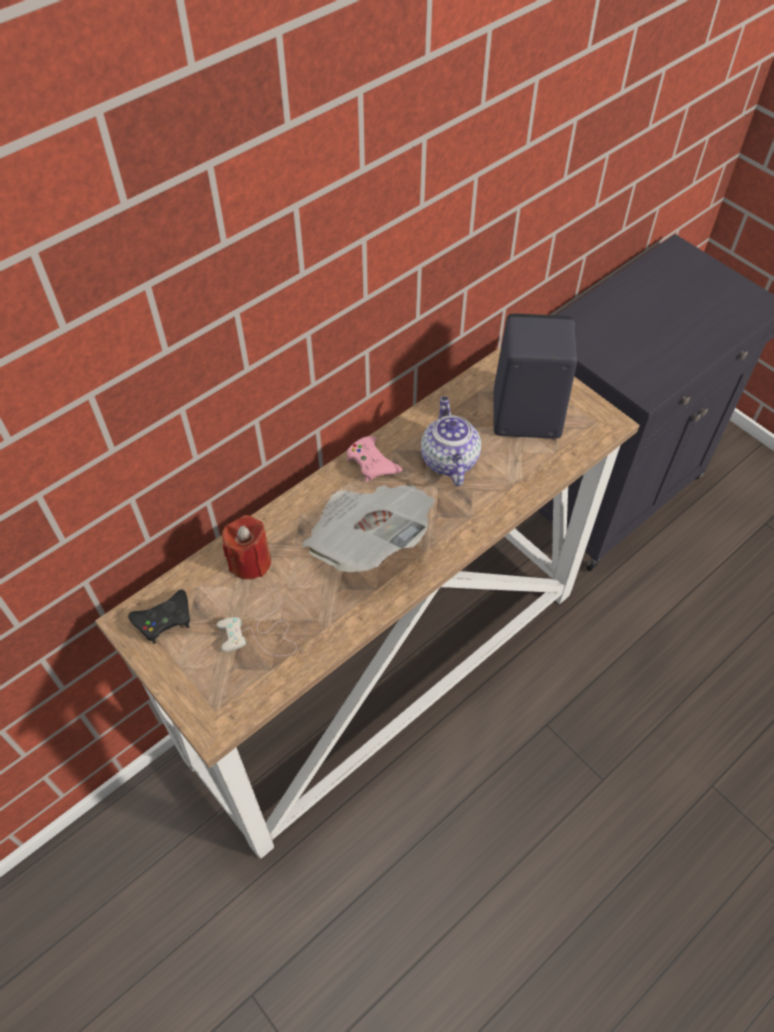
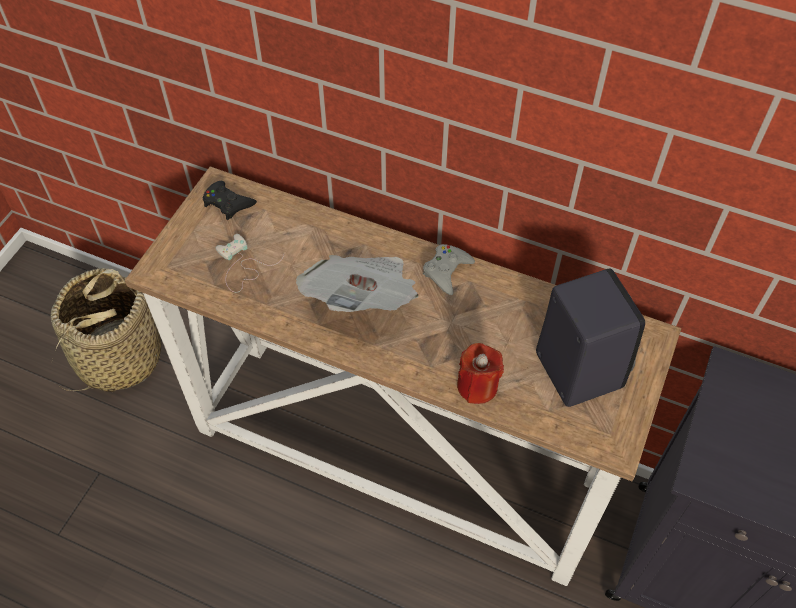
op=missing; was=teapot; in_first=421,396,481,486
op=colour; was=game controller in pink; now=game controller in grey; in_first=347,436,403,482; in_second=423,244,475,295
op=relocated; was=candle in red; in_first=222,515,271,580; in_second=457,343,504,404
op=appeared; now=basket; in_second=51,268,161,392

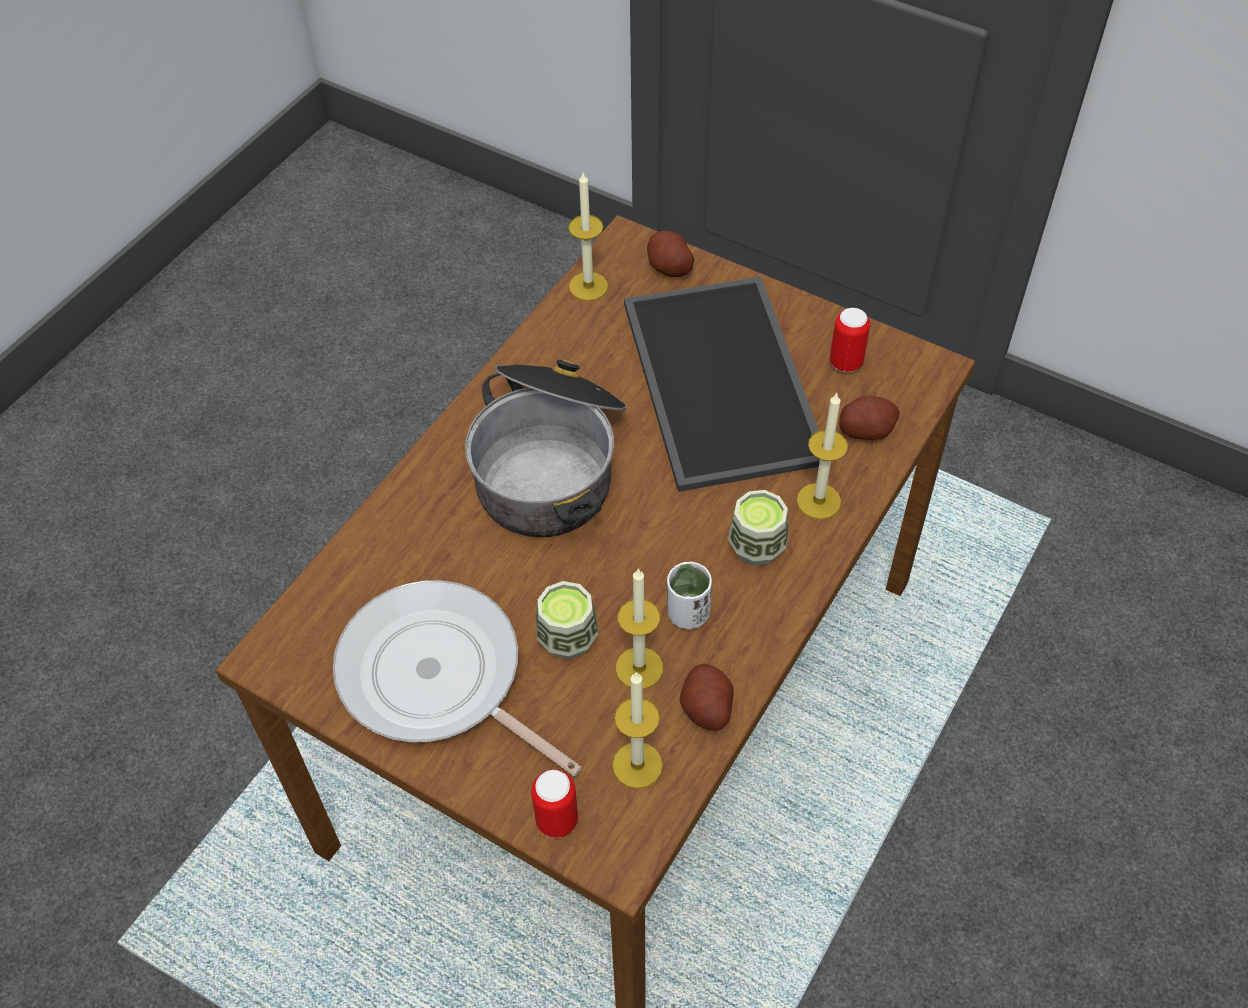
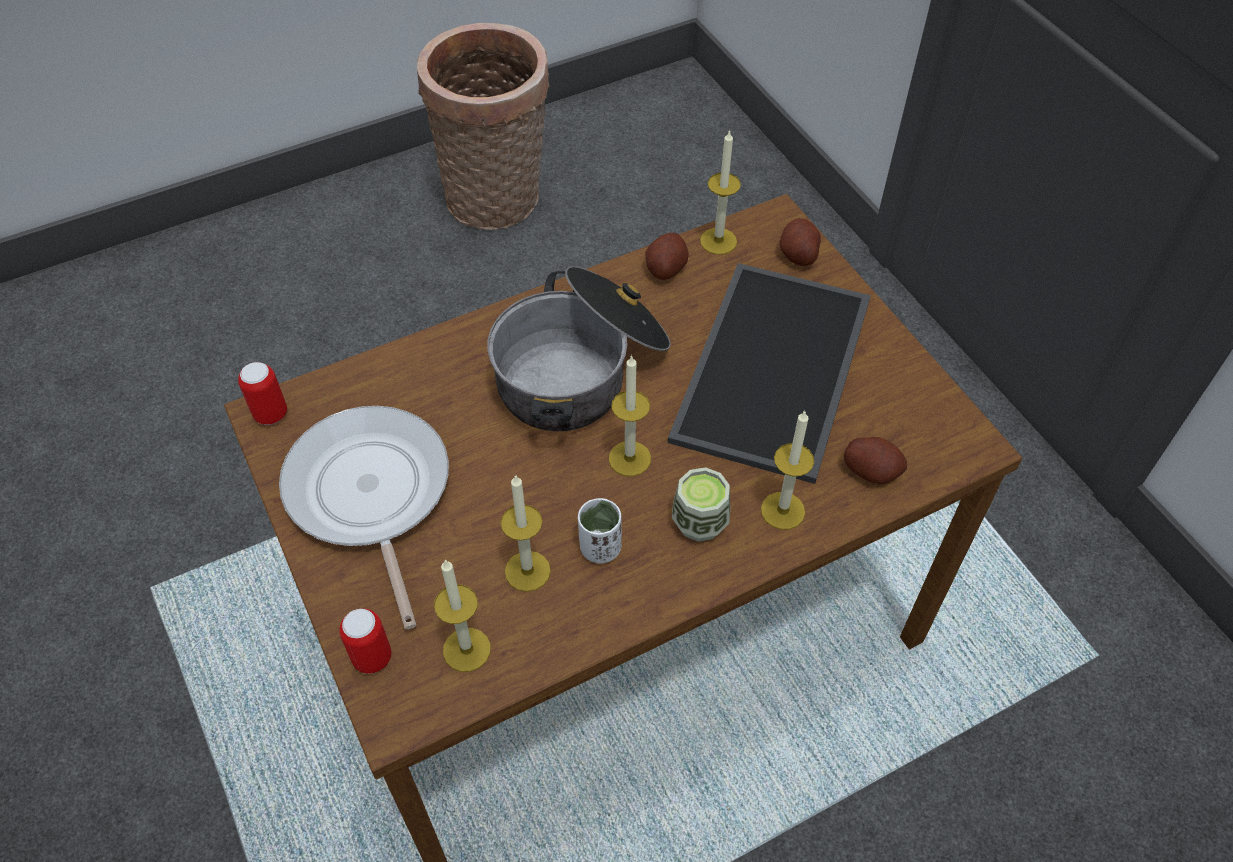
op=relocated; was=can; in_first=830,308,870,373; in_second=238,362,287,425
op=missing; was=cup; in_first=536,581,598,659
op=relocated; was=potato; in_first=680,664,734,731; in_second=645,233,689,280
op=appeared; now=basket; in_second=417,23,550,230
op=appeared; now=candle; in_second=609,355,651,476

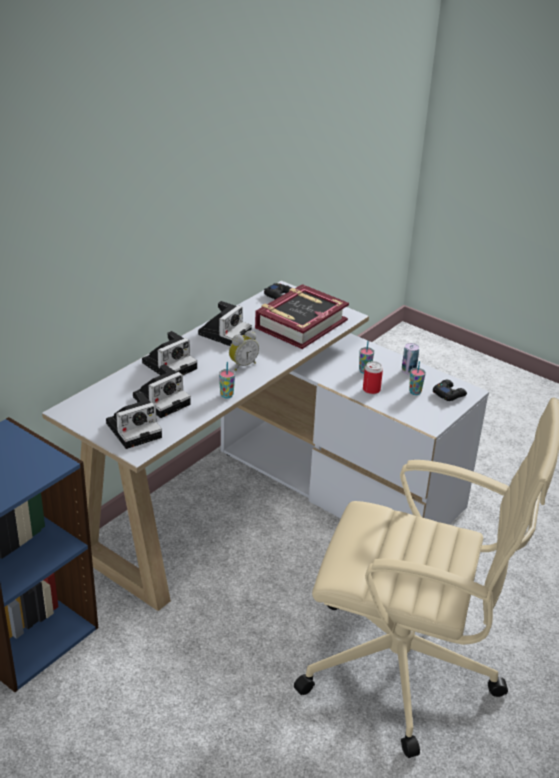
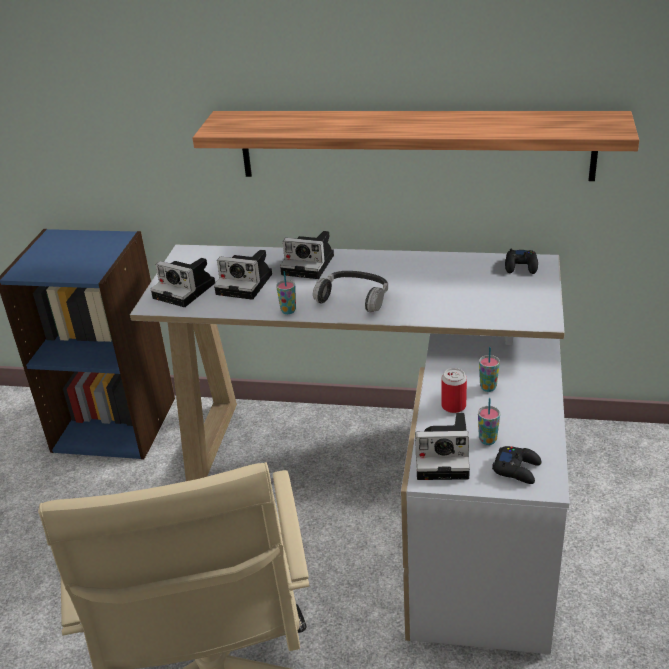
op=missing; was=book; in_first=255,284,349,349
op=relocated; was=photo camera; in_first=198,301,252,346; in_second=415,413,470,480
op=exchanged; was=alarm clock; now=headphones; in_first=229,330,259,371; in_second=313,271,388,313
op=missing; was=can; in_first=402,343,419,375
op=appeared; now=shelf; in_second=193,111,639,181

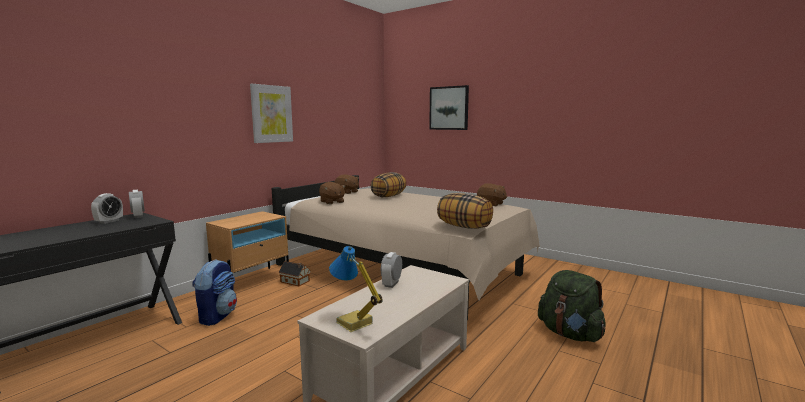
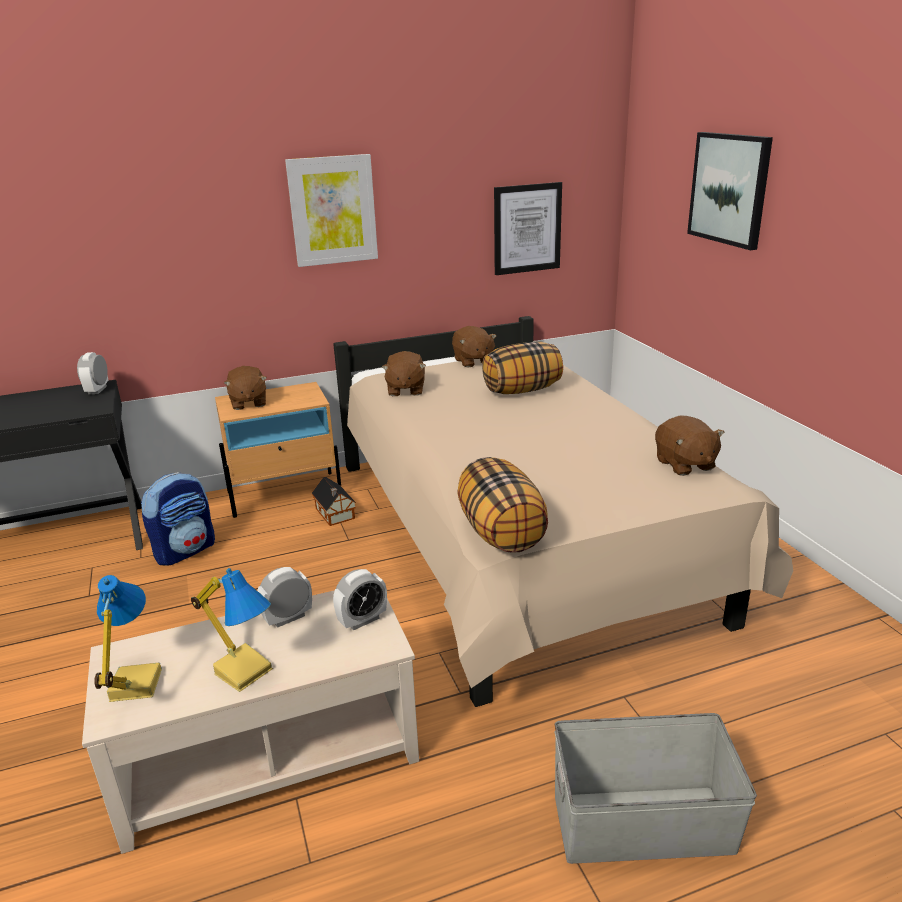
op=relocated; was=alarm clock; in_first=91,193,123,224; in_second=333,569,387,631
op=exchanged; was=backpack in green; now=storage box in grey; in_first=538,270,606,342; in_second=555,713,757,864
op=appeared; now=picture; in_second=494,182,562,275
op=appeared; now=plush toy in brown; in_second=224,366,267,410
op=appeared; now=table lamp; in_second=191,568,273,692

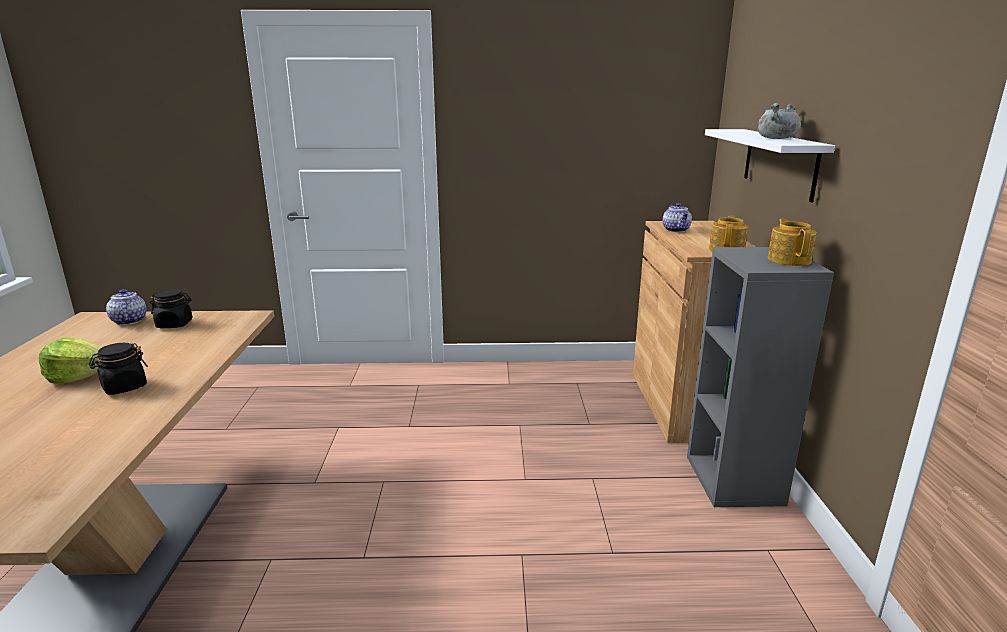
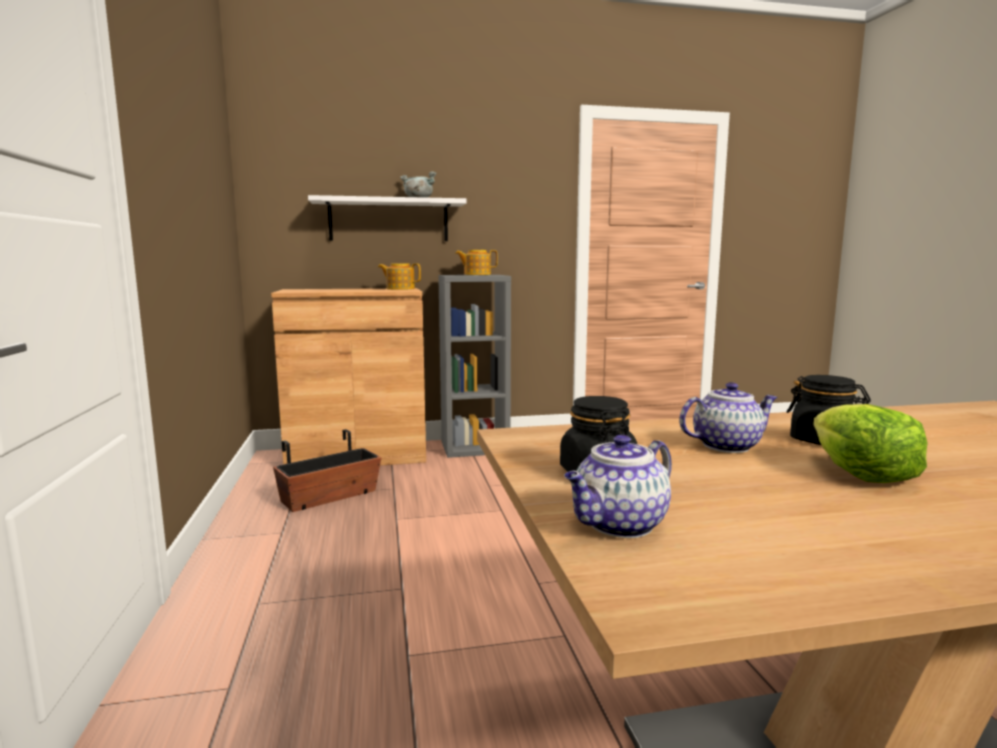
op=relocated; was=teapot; in_first=663,203,692,232; in_second=679,382,777,453
op=appeared; now=planter; in_second=273,429,381,512

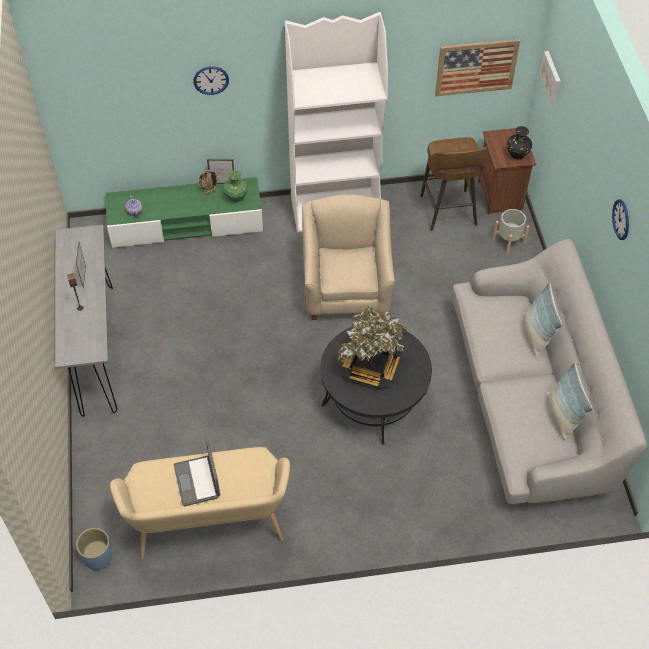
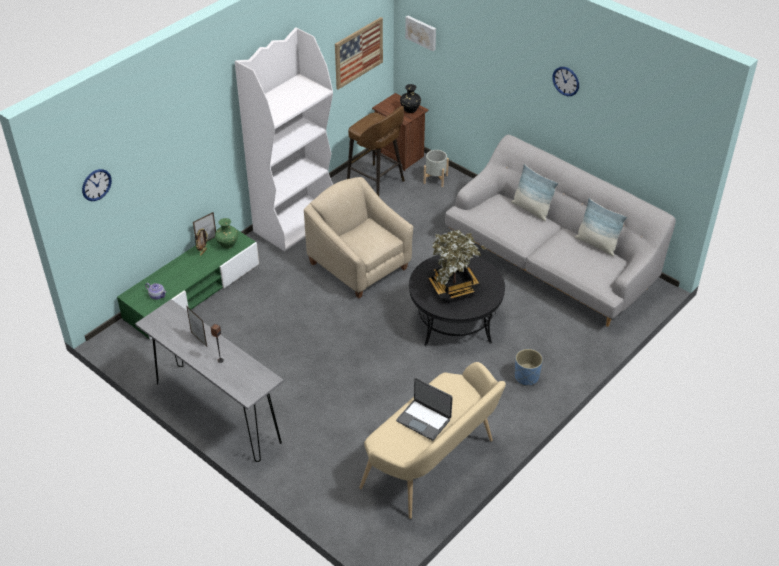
op=relocated; was=wall clock; in_first=193,66,229,95; in_second=82,169,112,201
op=relocated; was=planter in blue; in_first=76,528,113,570; in_second=515,349,543,386

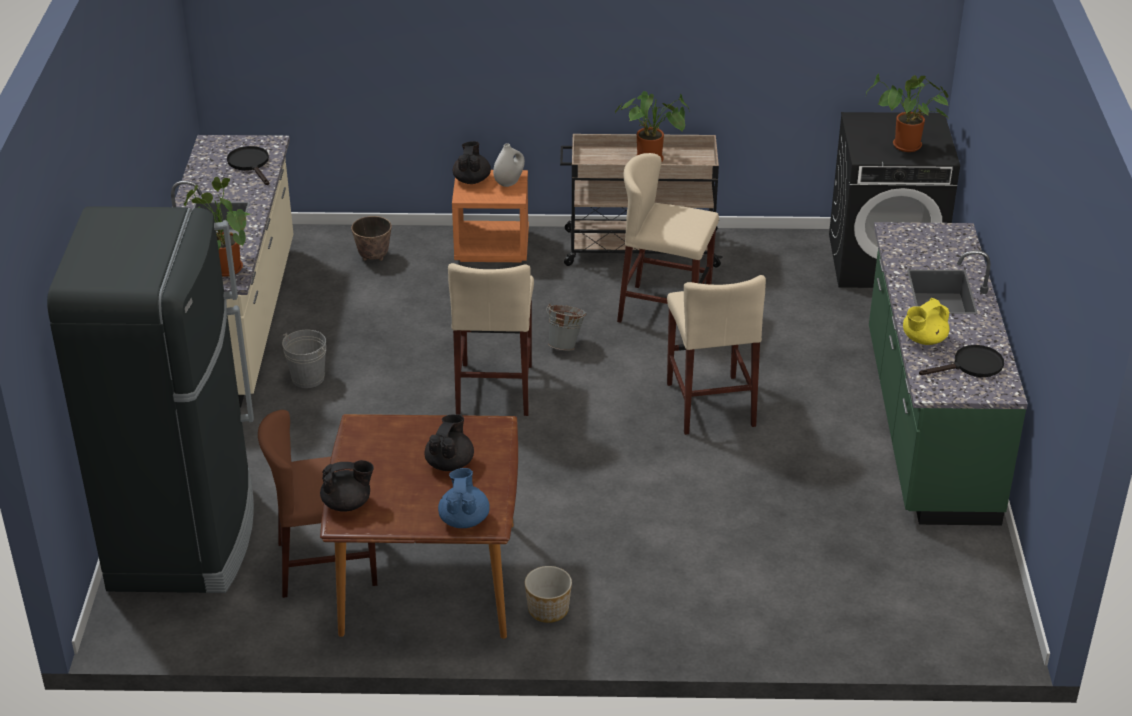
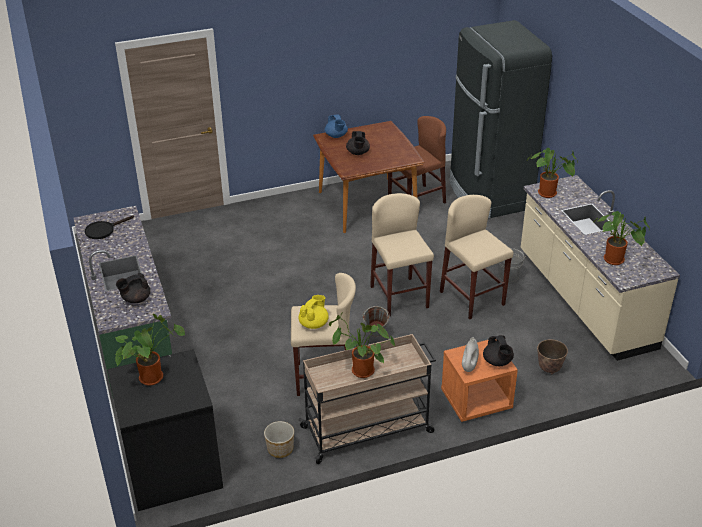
op=exchanged; was=frying pan in black; now=potted plant; in_first=227,146,269,185; in_second=593,211,650,265
op=relocated; was=stool in beige; in_first=667,275,766,435; in_second=440,195,513,319
op=relocated; was=teapot in yellow; in_first=903,298,950,345; in_second=299,295,329,329
op=relocated; was=teapot in black; in_first=320,460,374,512; in_second=116,273,150,303
op=relocated; was=planter; in_first=525,566,572,623; in_second=264,421,294,458

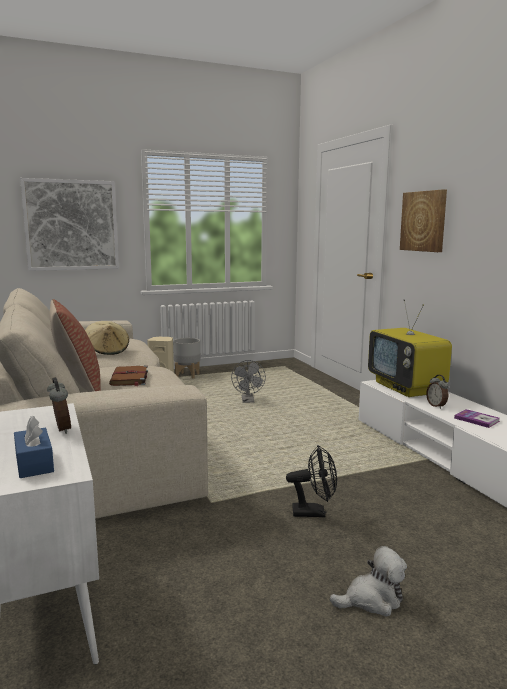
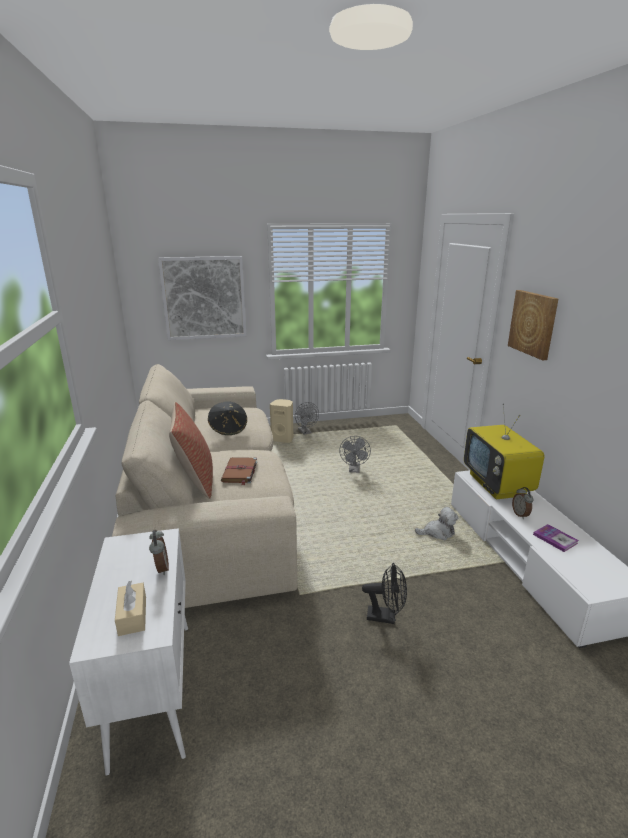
op=colour; was=hat in beige; now=hat in black; in_first=85,321,129,355; in_second=208,401,247,435
op=exchanged; was=planter in grey; now=fan in grey; in_first=173,338,200,378; in_second=295,402,319,435
op=colour; was=tissue box in blue; now=tissue box in beige; in_first=14,416,54,478; in_second=115,581,146,636
op=relocated; was=plush toy; in_first=330,546,407,617; in_second=415,507,458,540

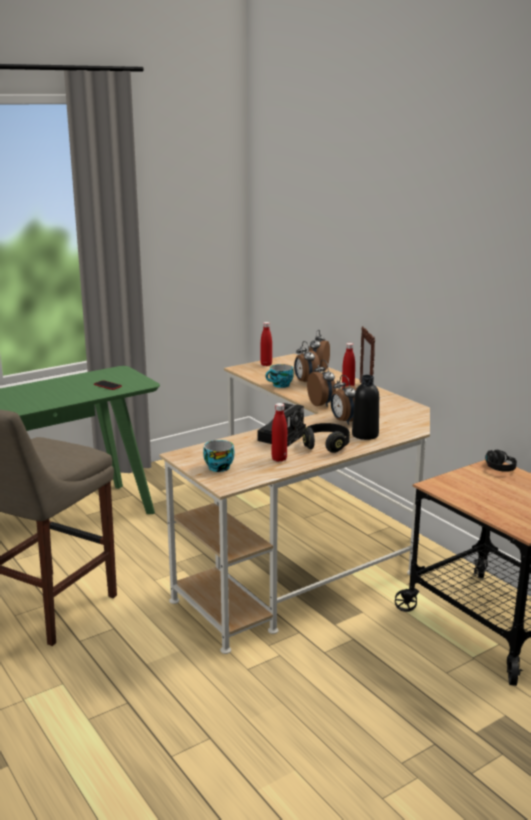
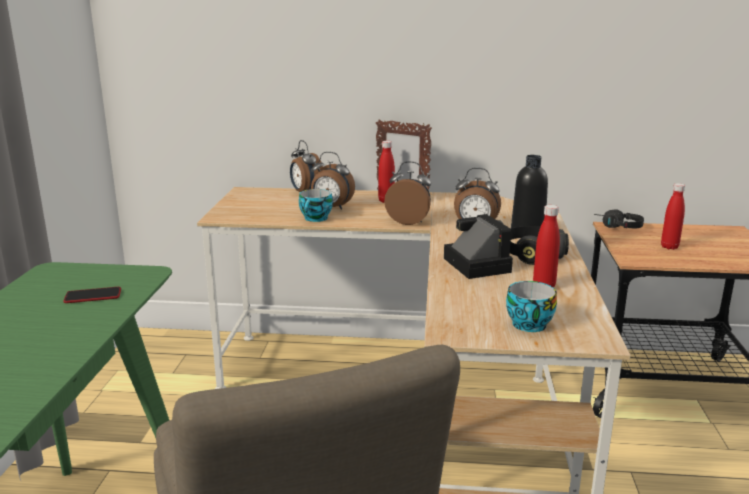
op=relocated; was=bottle in red; in_first=261,322,272,366; in_second=661,183,685,250

